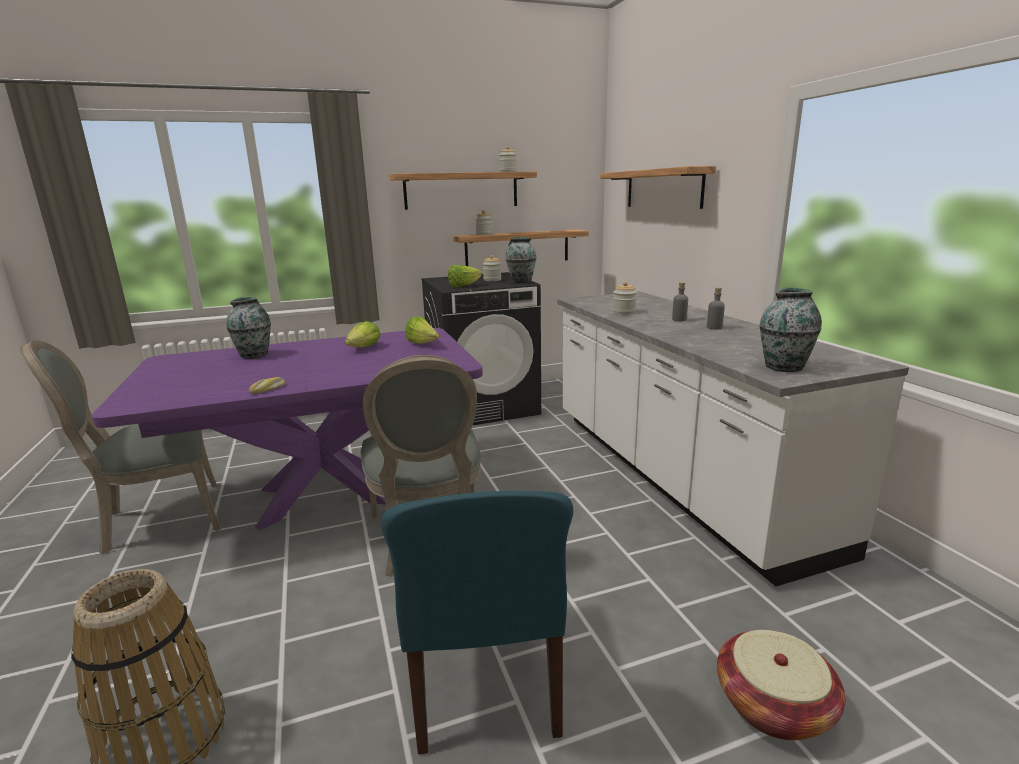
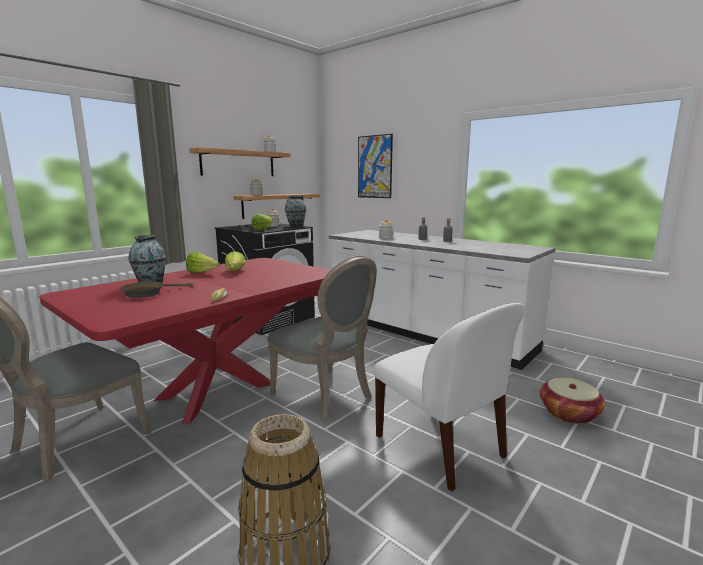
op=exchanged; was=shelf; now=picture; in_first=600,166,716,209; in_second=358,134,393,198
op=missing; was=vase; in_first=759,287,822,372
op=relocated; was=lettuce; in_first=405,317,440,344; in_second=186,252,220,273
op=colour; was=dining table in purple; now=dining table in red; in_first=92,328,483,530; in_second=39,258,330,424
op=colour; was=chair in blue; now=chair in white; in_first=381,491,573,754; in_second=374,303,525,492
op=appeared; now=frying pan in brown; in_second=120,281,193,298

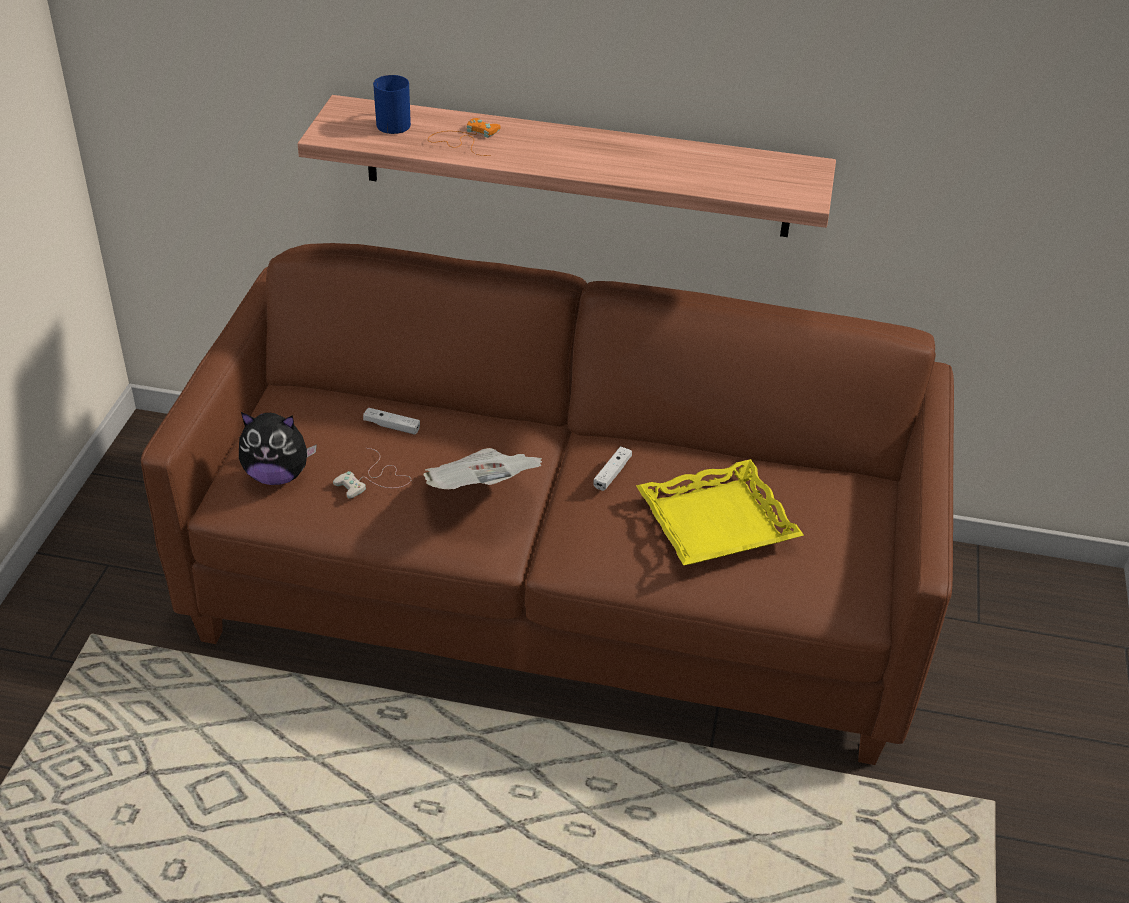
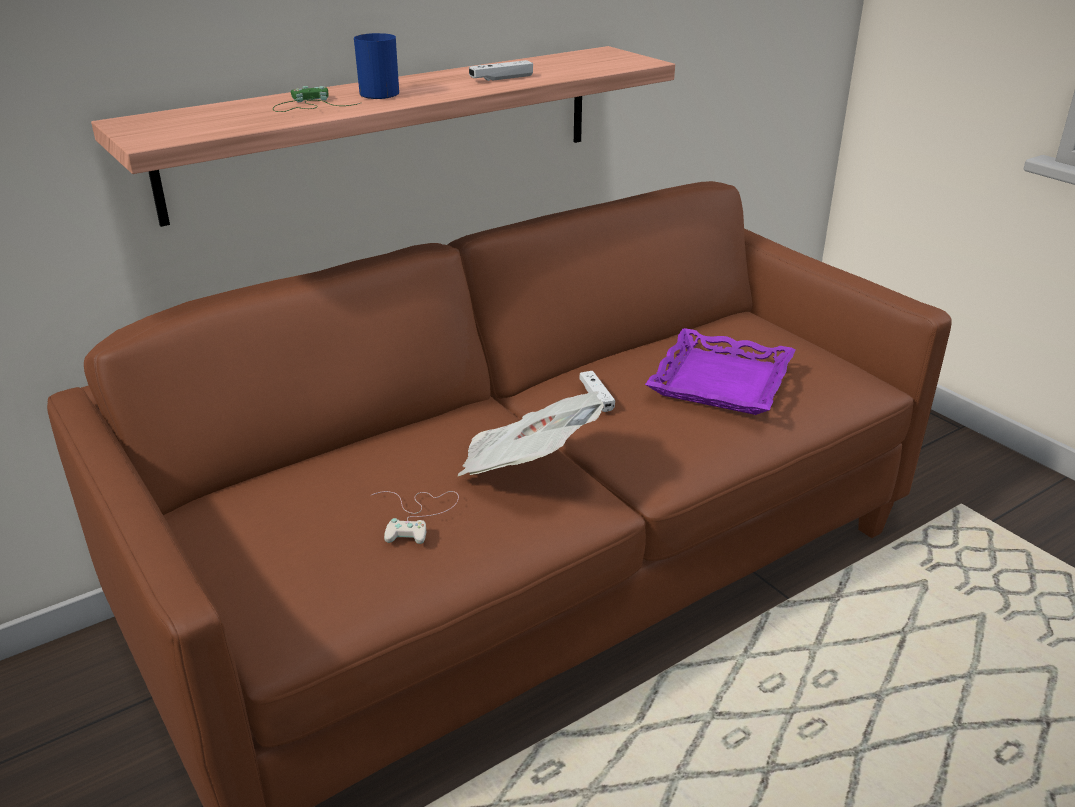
op=relocated; was=mug in blue; in_first=373,75,411,134; in_second=354,33,399,99
op=colour; was=game controller in orange; now=game controller in green; in_first=428,118,501,156; in_second=273,86,360,112
op=relocated; was=game controller in white; in_first=363,407,420,435; in_second=469,60,533,81
op=missing; was=plush toy; in_first=239,412,317,485
op=colour; was=tray in yellow; now=tray in purple; in_first=636,459,804,565; in_second=645,328,796,415

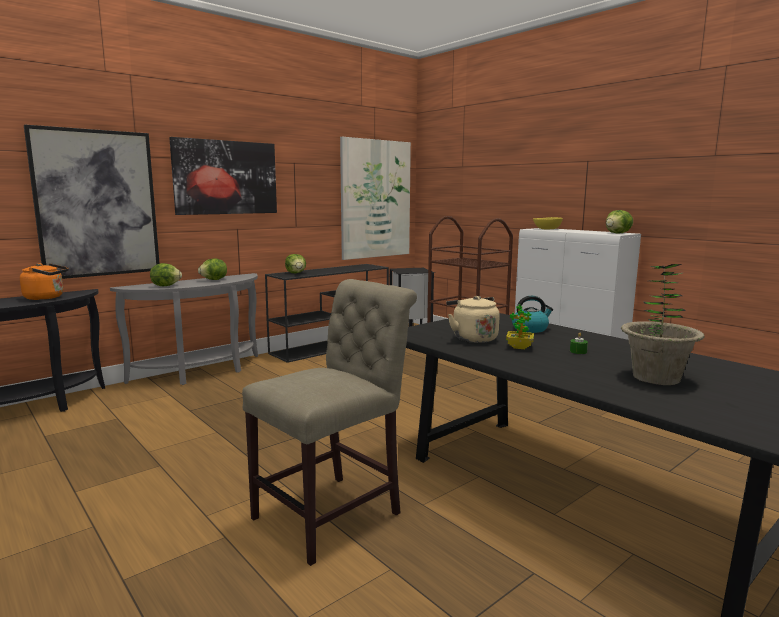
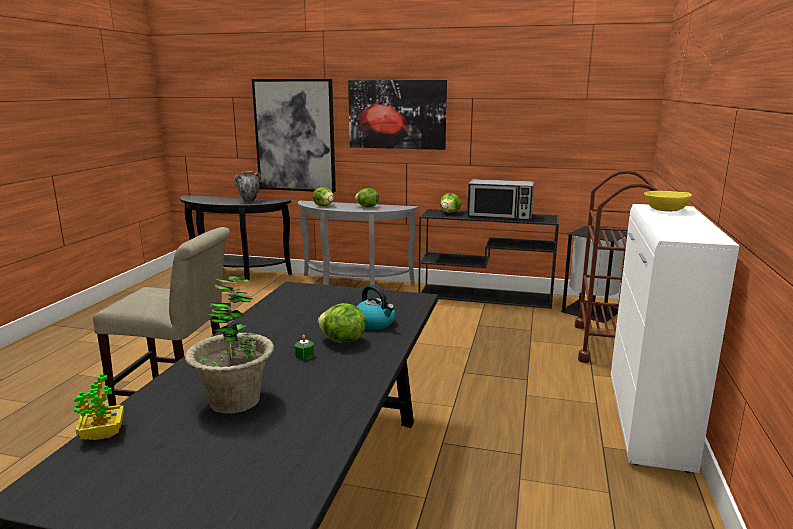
op=missing; was=picture; in_first=340,137,411,260
op=relocated; was=lettuce; in_first=606,210,633,234; in_second=318,303,366,343
op=exchanged; was=kettle in orange; now=vase; in_first=20,263,69,300; in_second=234,171,262,203
op=missing; was=kettle in beige; in_first=446,296,500,343
op=relocated; was=potted plant; in_first=506,305,534,349; in_second=74,373,124,440
op=appeared; now=microwave; in_second=467,179,534,220

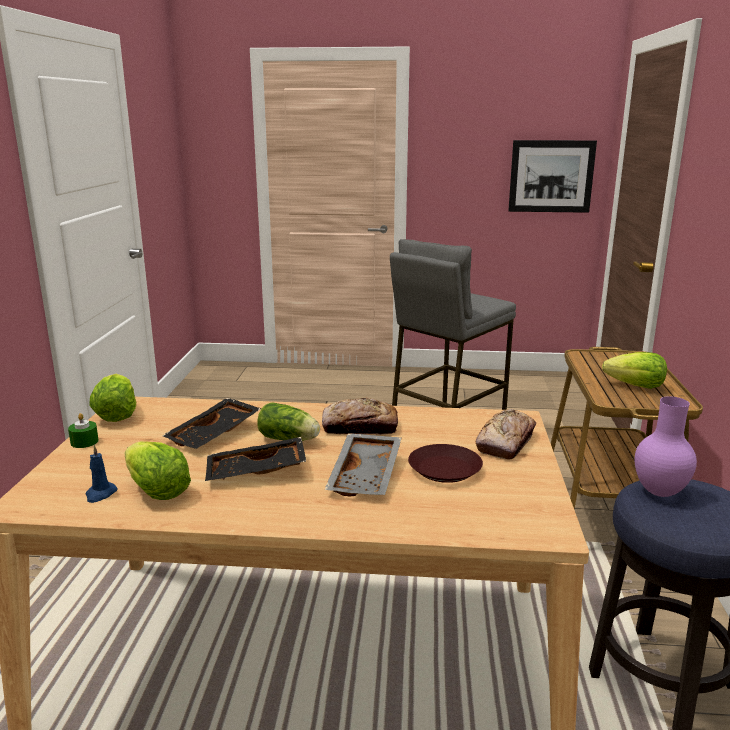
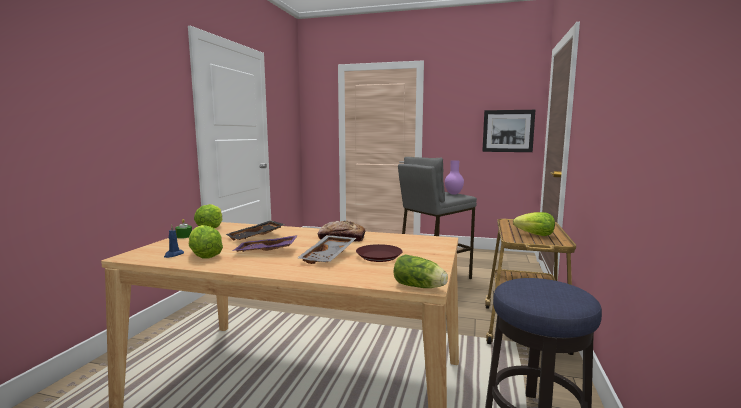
op=relocated; was=vase in purple; in_first=635,396,697,497; in_second=445,160,464,195
op=relocated; was=lettuce; in_first=257,402,320,441; in_second=394,254,448,288
op=missing; was=bread; in_first=476,409,536,460
op=colour; was=tray in black; now=tray in purple; in_first=205,437,306,481; in_second=232,235,298,252

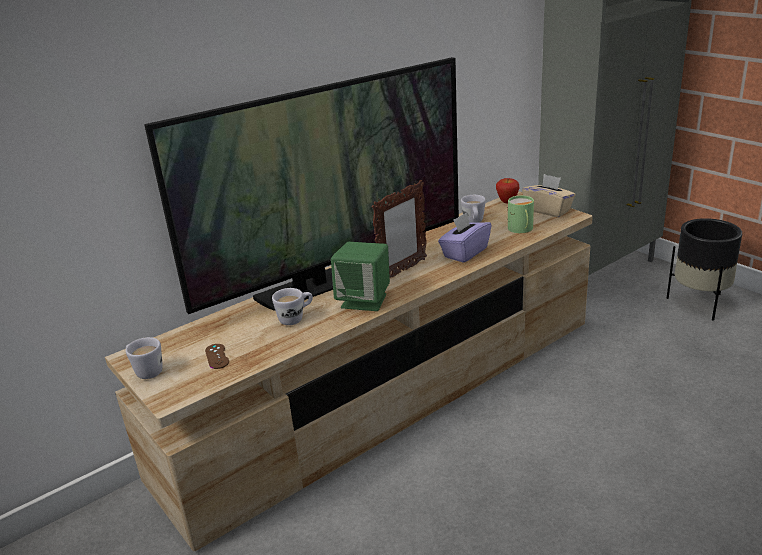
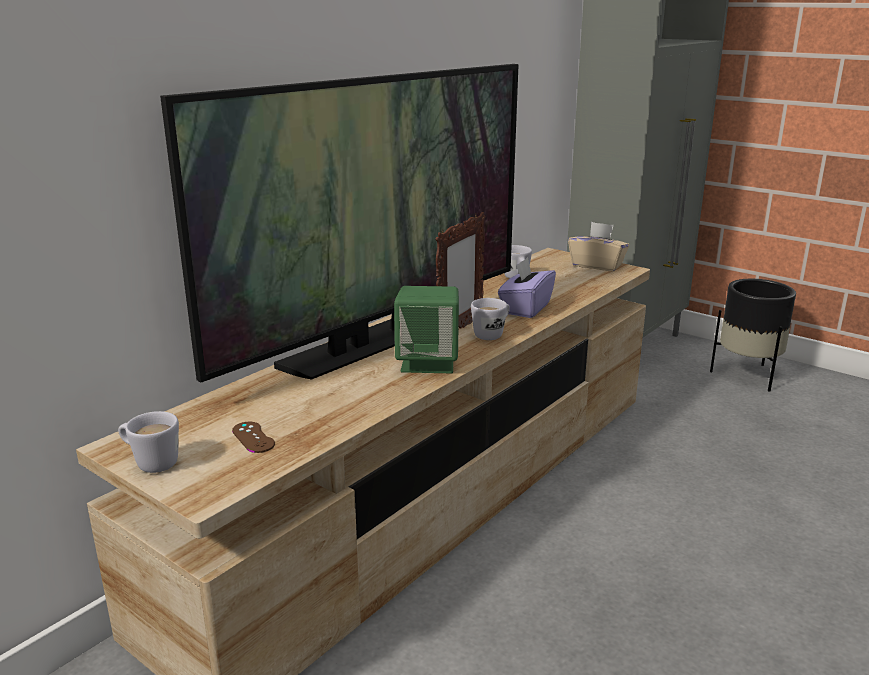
op=missing; was=apple; in_first=496,178,519,204
op=missing; was=mug in green; in_first=507,196,534,233
op=relocated; was=mug in white; in_first=272,288,313,325; in_second=471,298,510,340

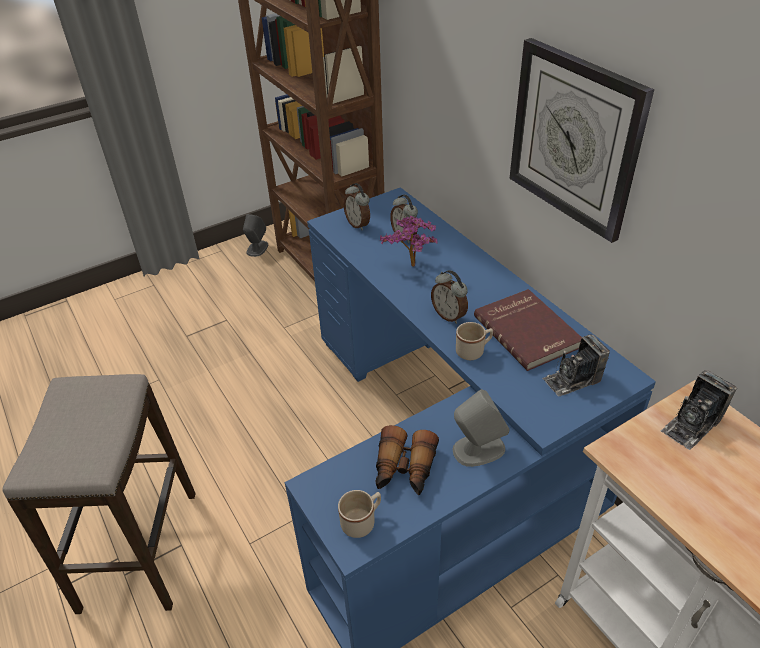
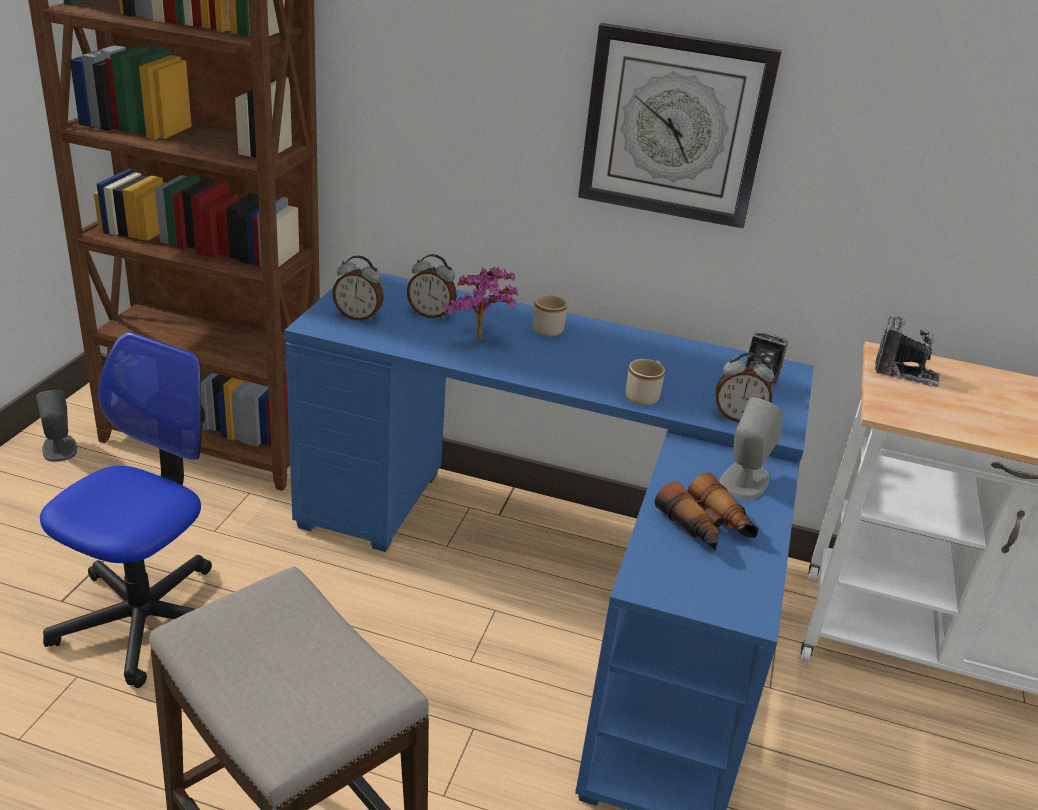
op=relocated; was=alarm clock; in_first=431,270,468,324; in_second=716,352,774,423
op=missing; was=book in red; in_first=474,289,582,371
op=spun; was=photo camera; in_first=660,370,737,450; in_second=875,315,940,388; clockwise=-75
op=relocated; was=mug in beige; in_first=338,490,381,538; in_second=533,295,567,337
op=appeared; now=office chair; in_second=40,332,212,688

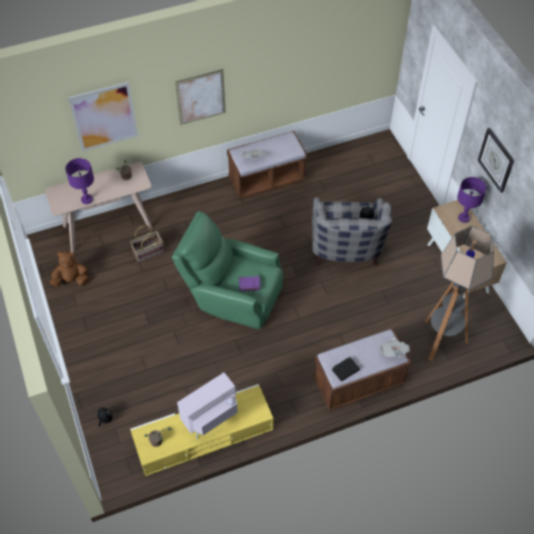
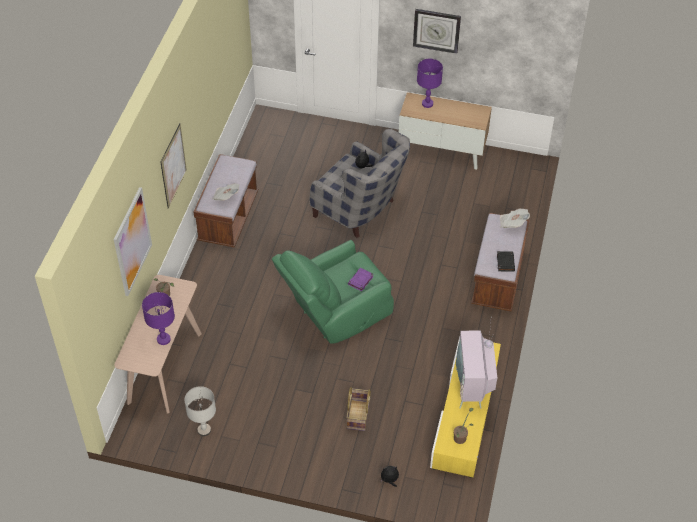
op=relocated; was=basket; in_first=130,225,164,262; in_second=346,387,371,431
op=missing; was=floor lamp; in_first=425,226,494,361
op=exchanged; was=plush toy in brown; now=table lamp in grey; in_first=49,251,89,287; in_second=184,386,216,436

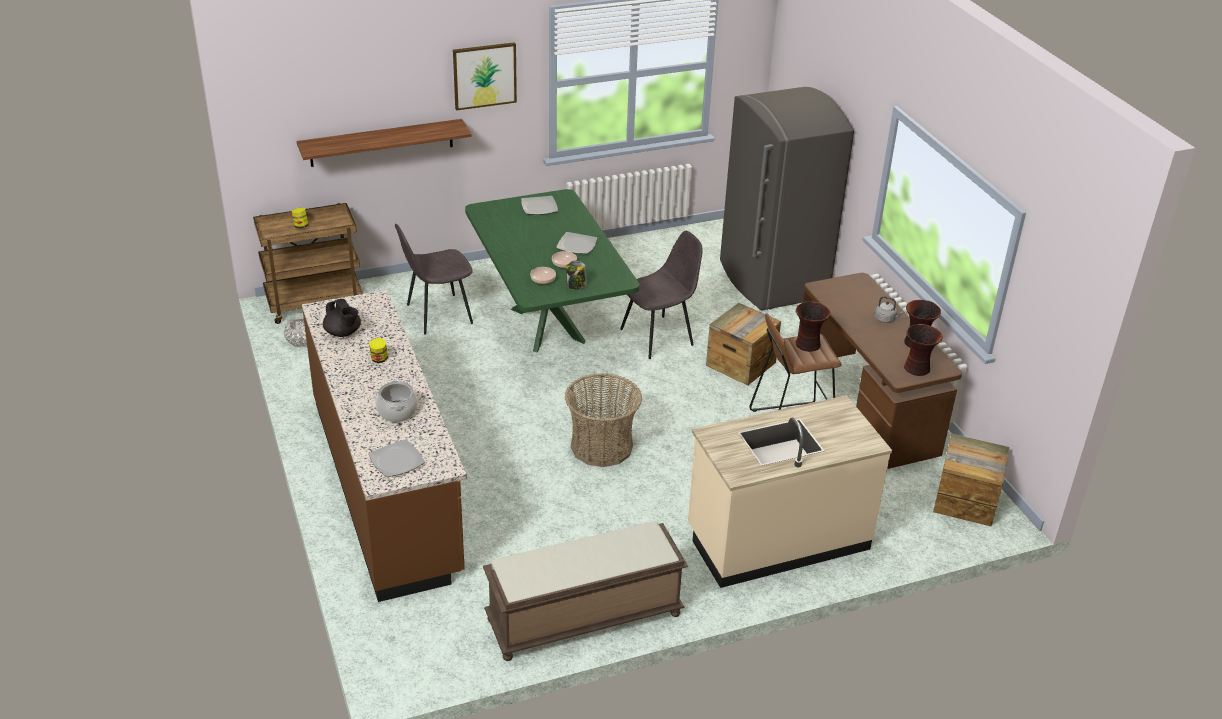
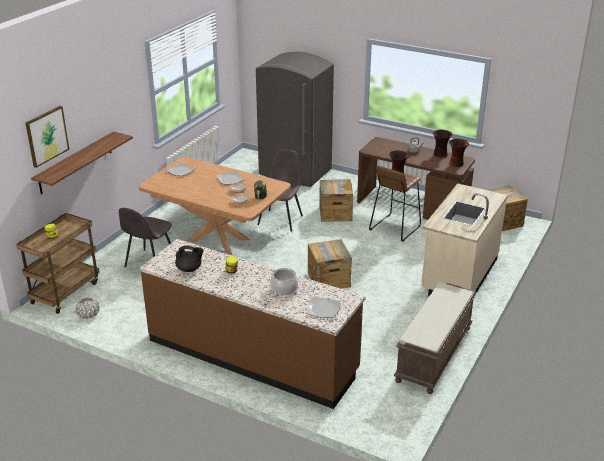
op=relocated; was=picture; in_first=453,42,517,111; in_second=25,106,69,168
op=colour; was=dining table in green; now=dining table in brown; in_first=465,189,640,352; in_second=139,157,291,255
op=exchanged; was=basket; now=crate; in_first=565,373,642,467; in_second=308,239,352,289

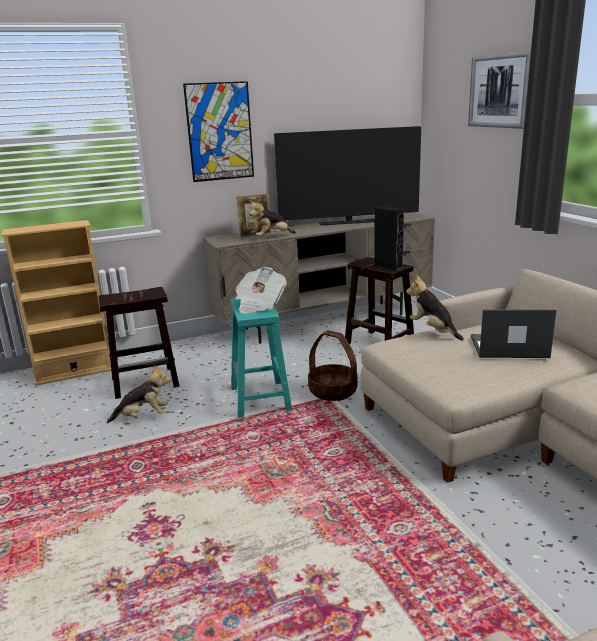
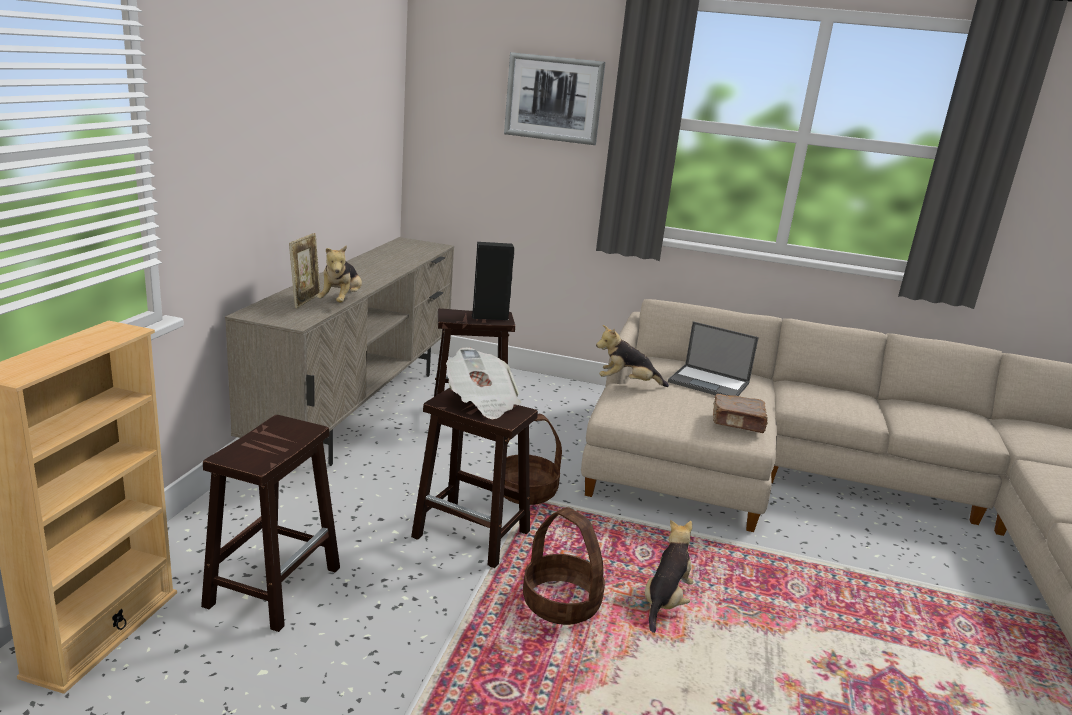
op=missing; was=picture; in_first=183,81,254,182
op=missing; was=television; in_first=274,126,421,225
op=colour; was=stool in turquoise; now=stool in brown; in_first=231,297,292,418; in_second=411,388,538,568
op=spun; was=laptop; in_first=471,309,556,358; in_second=668,321,759,396; clockwise=-105
op=relocated; was=plush toy; in_first=107,365,171,423; in_second=645,520,694,633
op=appeared; now=book in brown; in_second=713,394,768,433
op=appeared; now=basket; in_second=523,507,605,625

